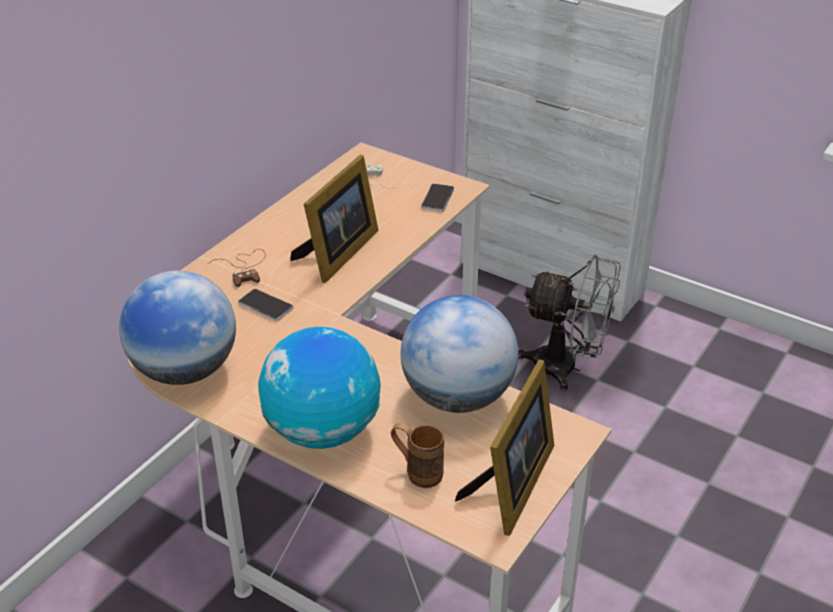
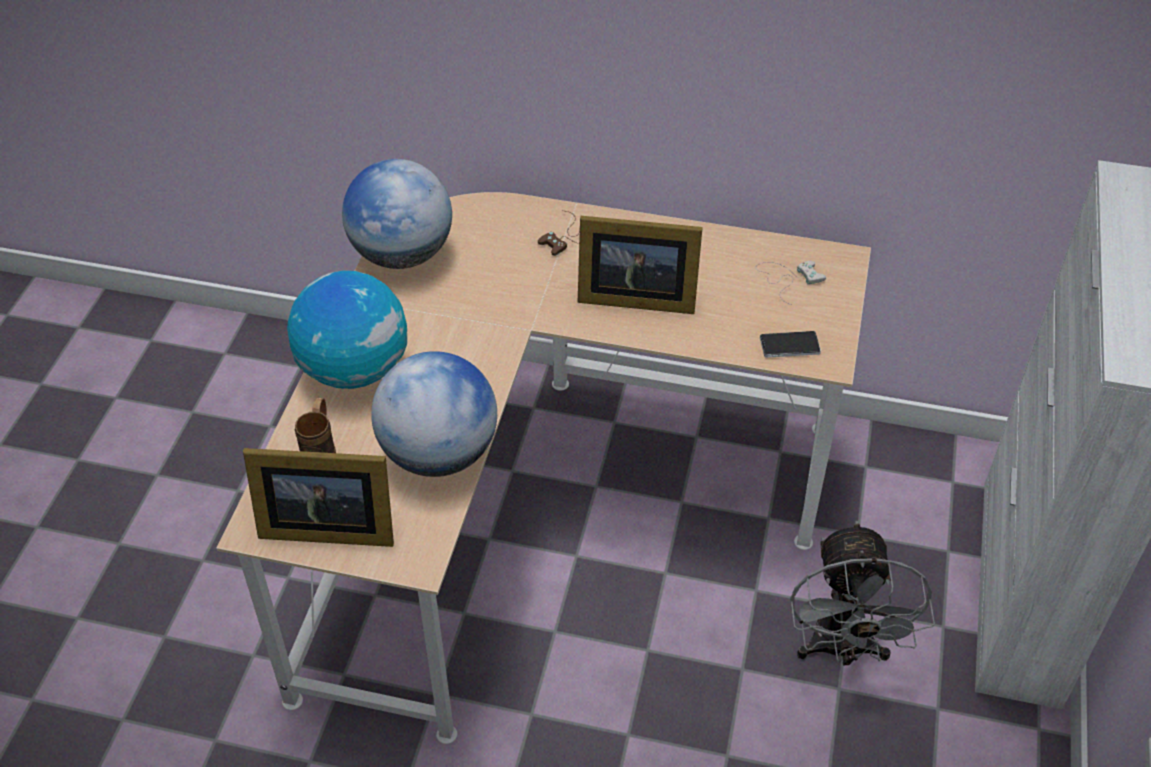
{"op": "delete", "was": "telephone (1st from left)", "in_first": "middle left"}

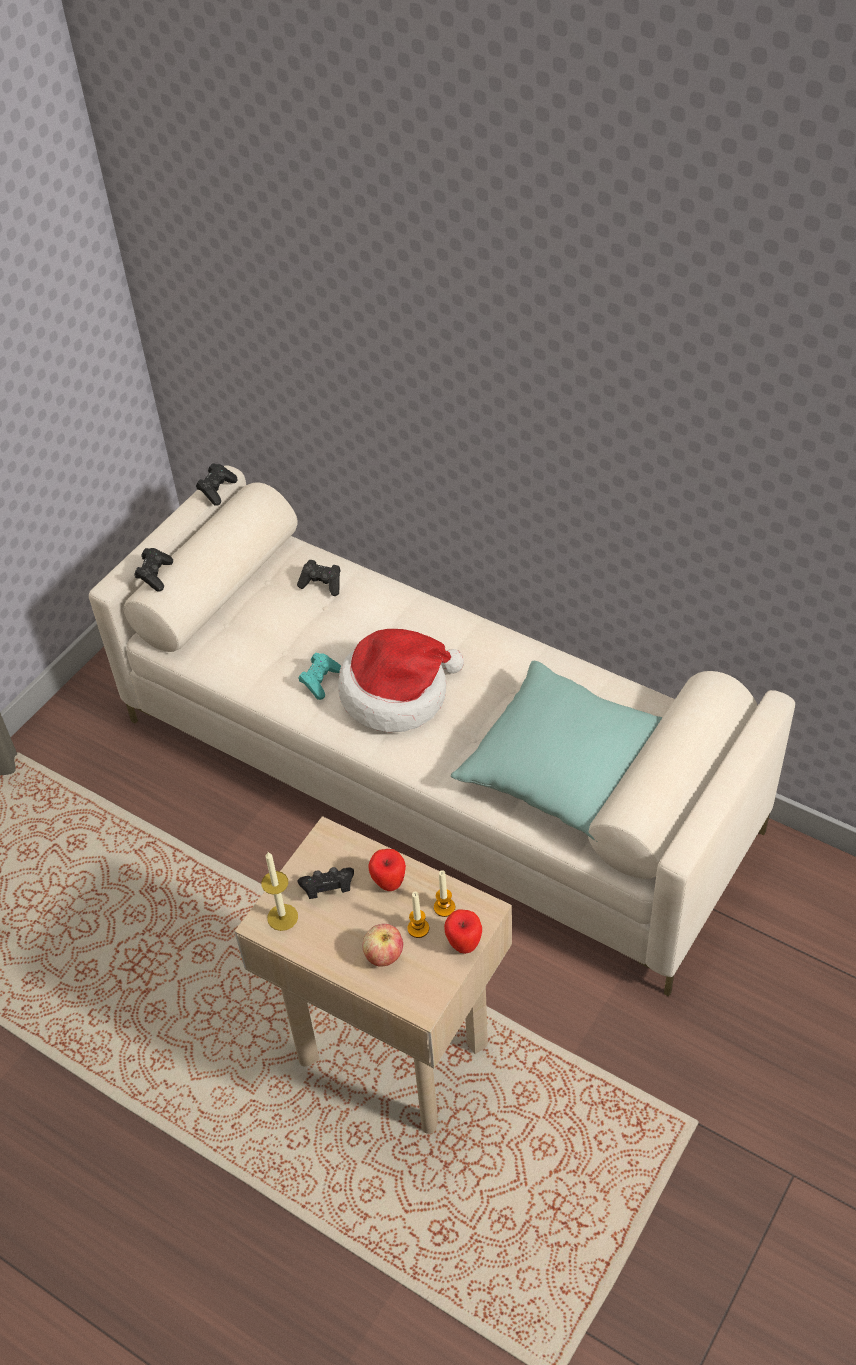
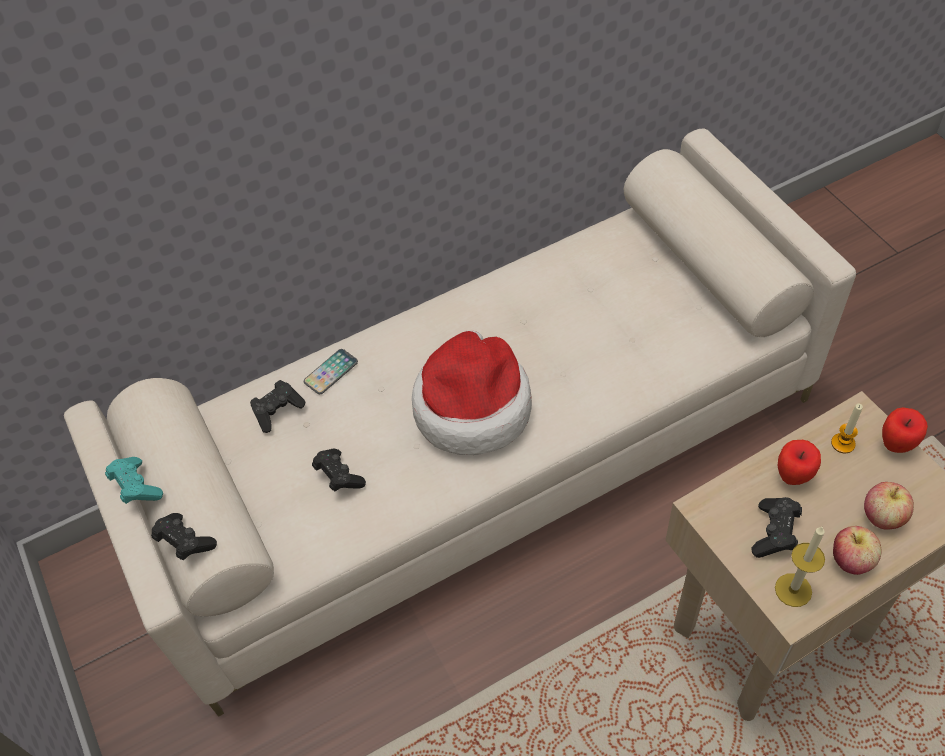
{"op": "move", "was": "blue-green joypad", "in_first": "centre", "in_second": "middle left"}
{"op": "insert", "now": "telephone", "in_second": "centre"}
{"op": "move", "was": "blackish joypad (2nd from left in the first image)", "now": "blackish joypad (3rd from left)", "in_first": "middle left", "in_second": "centre"}
{"op": "insert", "now": "apple (2nd from left)", "in_second": "bottom right"}
{"op": "delete", "was": "wax candle (2nd from left)", "in_first": "bottom centre"}
{"op": "delete", "was": "blue-green cushion", "in_first": "centre"}

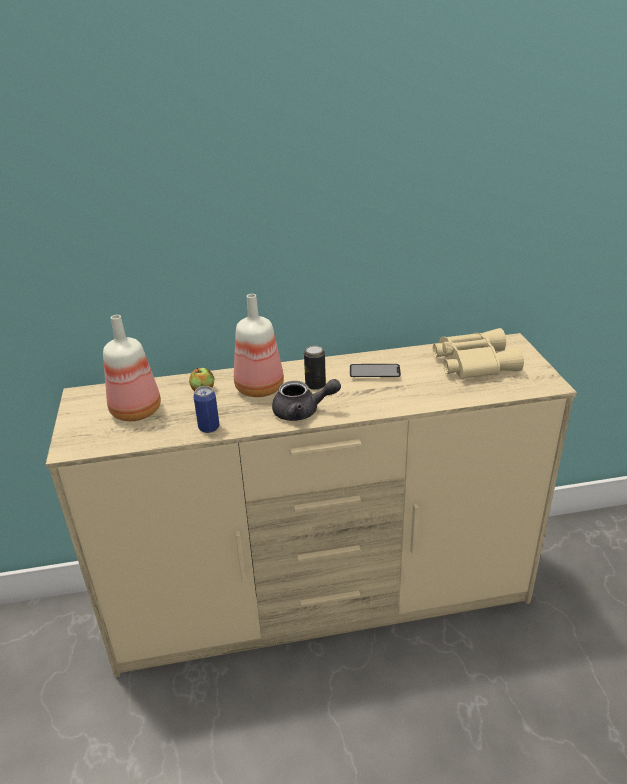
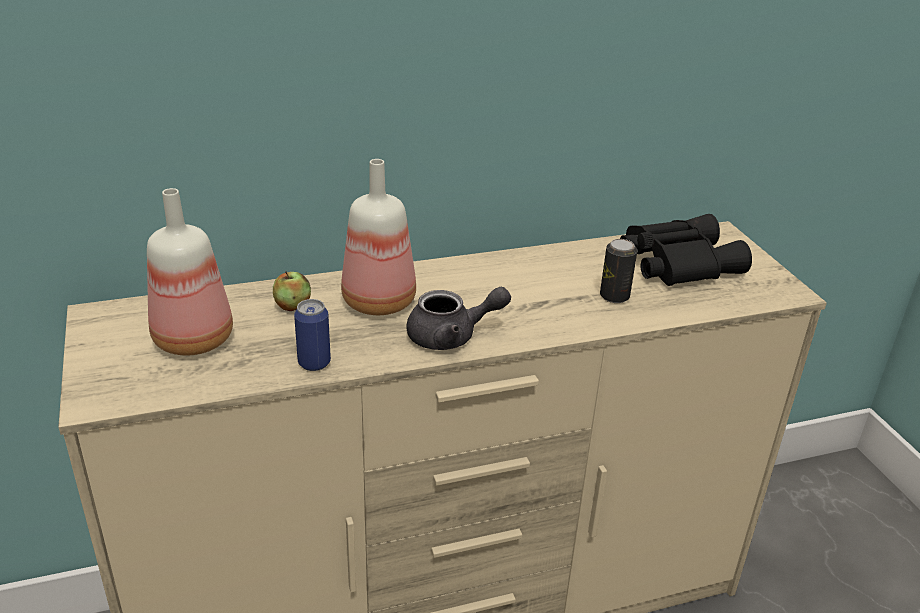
{"op": "move", "was": "can (2nd from left)", "in_first": "centre", "in_second": "middle right"}
{"op": "recolor", "was": "beige field glasses", "now": "blackish field glasses", "in_first": "middle right", "in_second": "middle right"}
{"op": "delete", "was": "telephone", "in_first": "centre"}

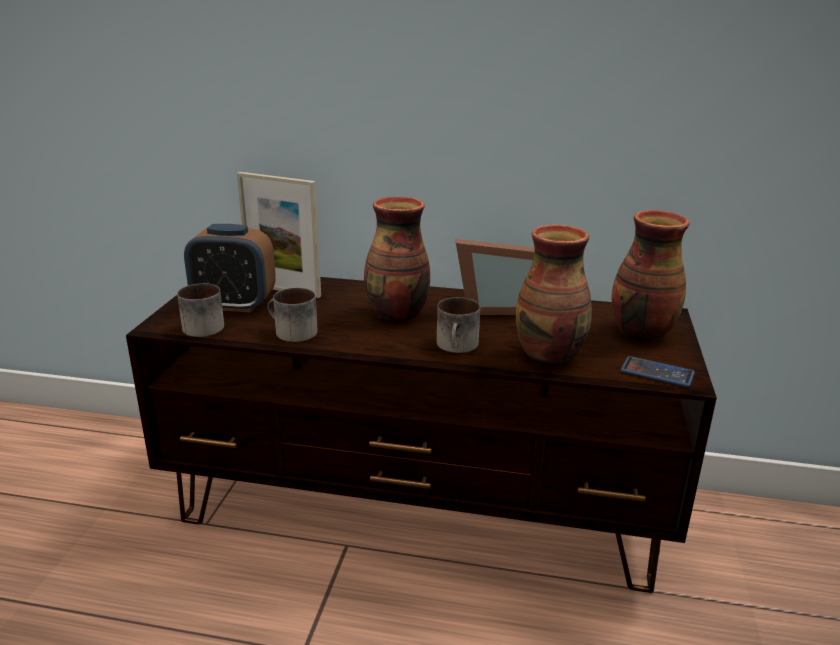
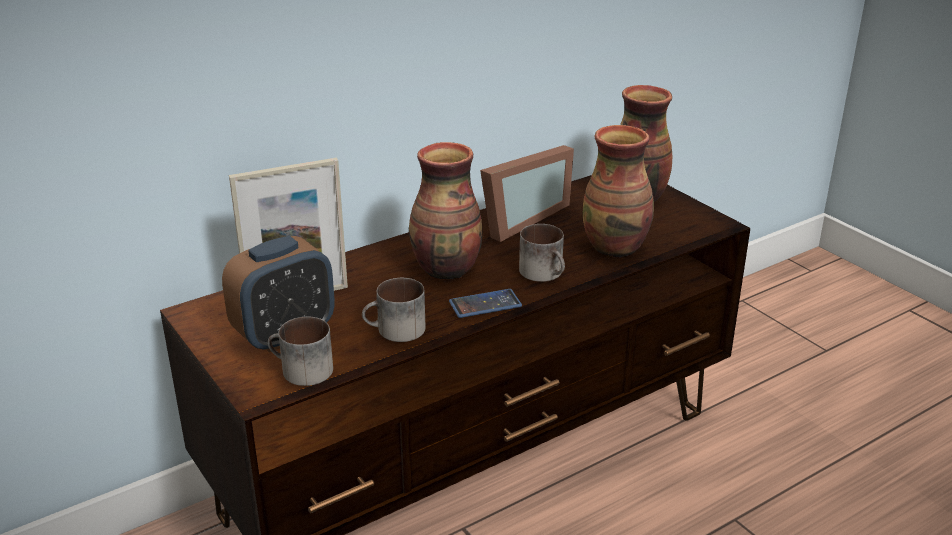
{"op": "move", "was": "telephone", "in_first": "middle right", "in_second": "centre"}

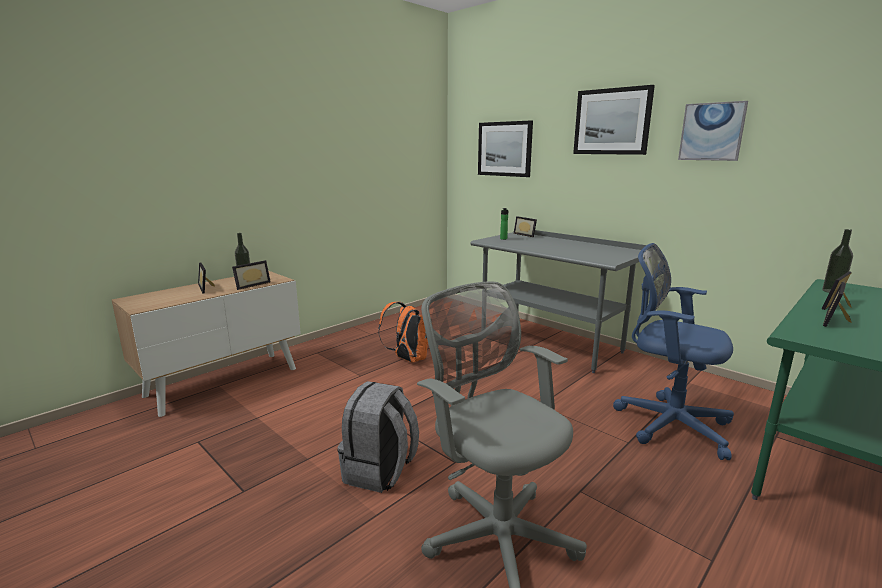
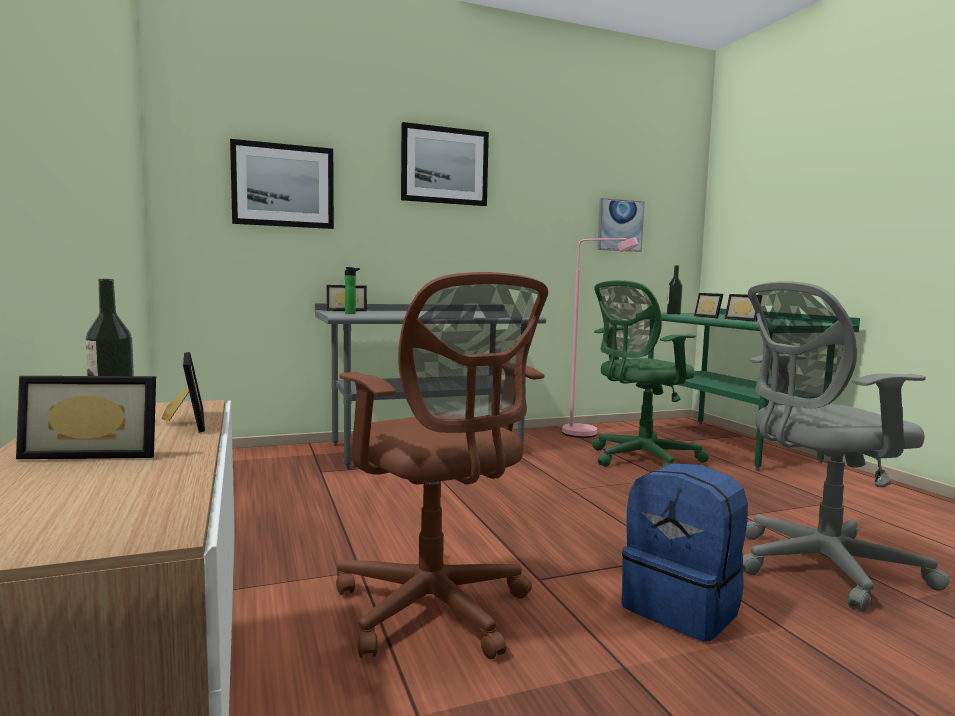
{"op": "insert", "now": "brown-coloured office chair", "in_second": "centre"}
{"op": "insert", "now": "pink floor lamp", "in_second": "centre"}
{"op": "recolor", "was": "bluish office chair", "now": "greenish office chair", "in_first": "middle right", "in_second": "middle right"}
{"op": "move", "was": "wall art (3rd from left)", "in_first": "top right", "in_second": "top centre"}
{"op": "recolor", "was": "gray backpack", "now": "bluish backpack", "in_first": "bottom centre", "in_second": "bottom right"}
{"op": "delete", "was": "orange-coloured backpack", "in_first": "centre"}

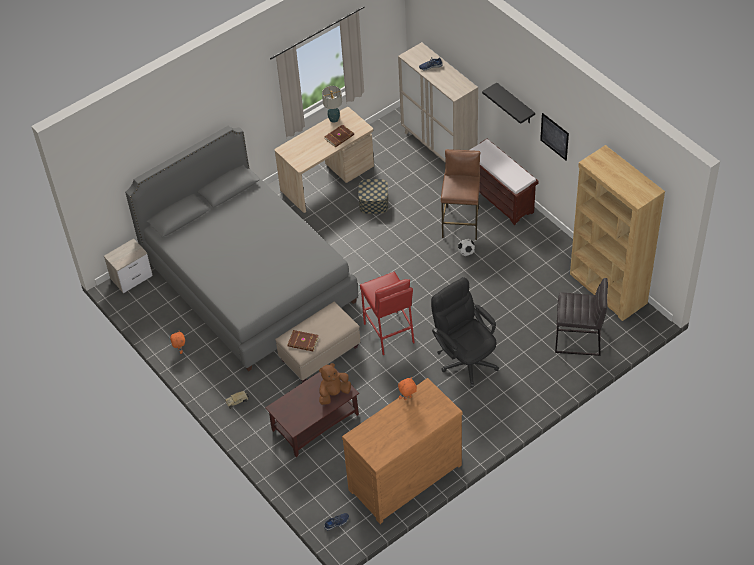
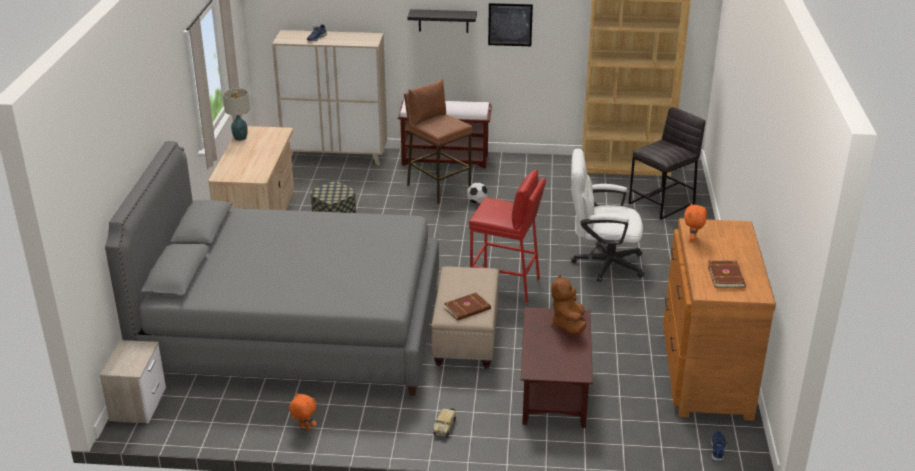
{"op": "recolor", "was": "blackish office chair", "now": "white office chair", "in_first": "centre", "in_second": "centre"}
{"op": "move", "was": "brown-coloured volume (2nd from left)", "in_first": "top centre", "in_second": "middle right"}

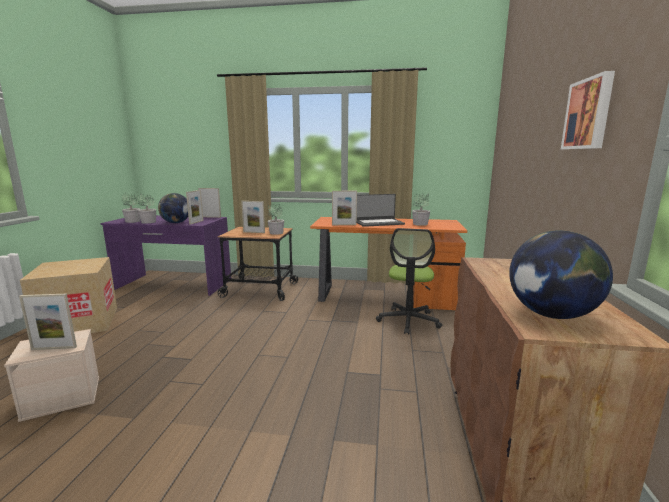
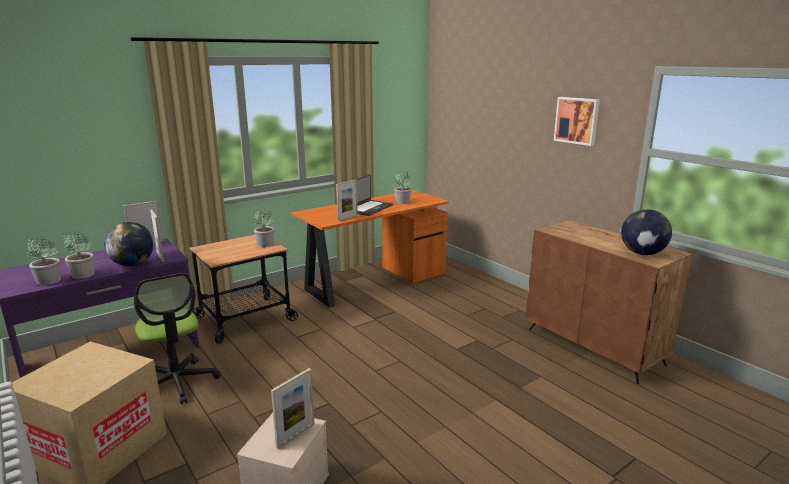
{"op": "move", "was": "office chair", "in_first": "centre", "in_second": "bottom left"}
{"op": "delete", "was": "standing frame (4th from left)", "in_first": "centre"}

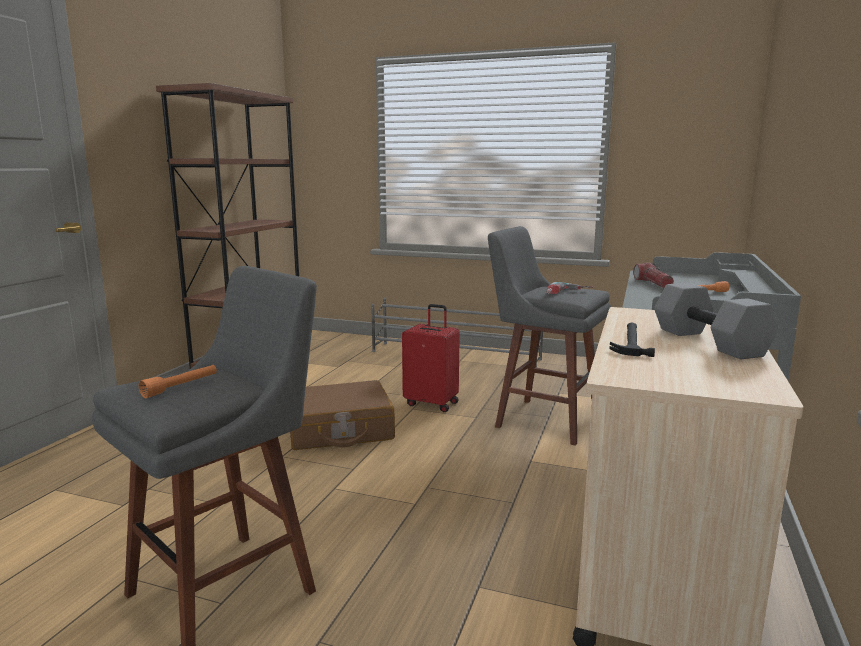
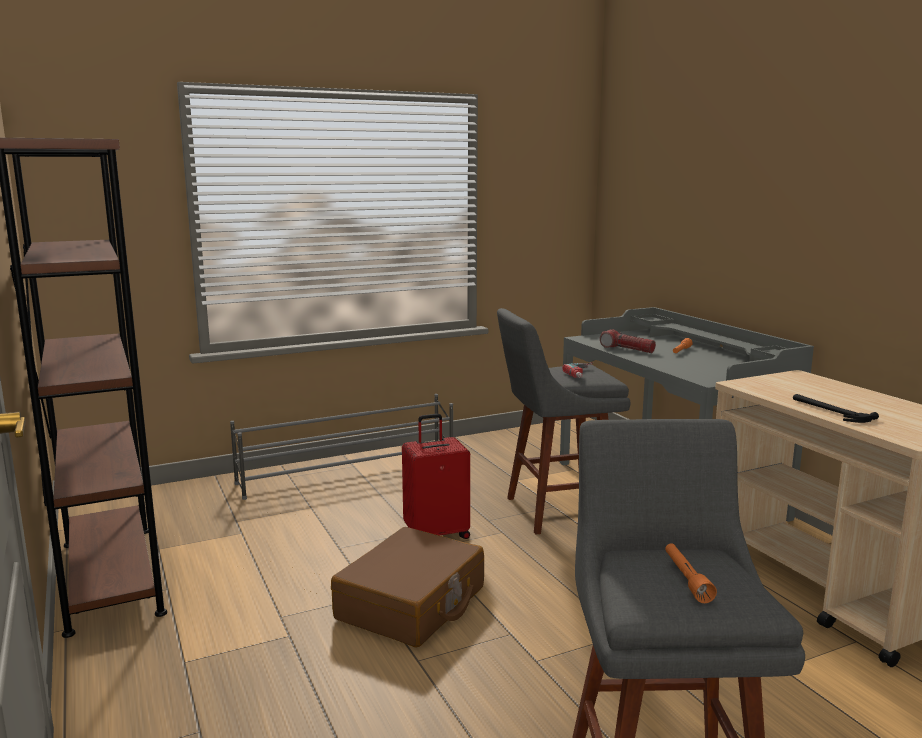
{"op": "delete", "was": "gray dumbbell", "in_first": "middle right"}

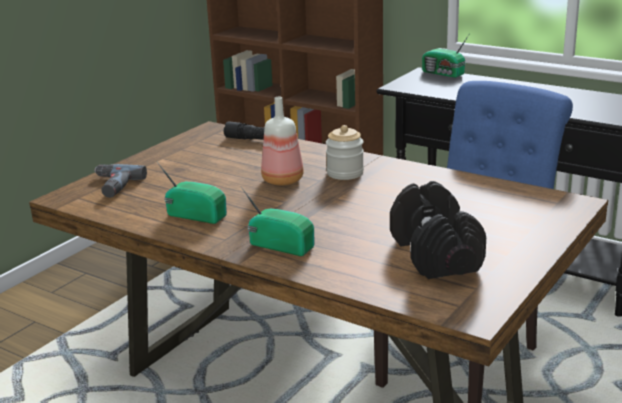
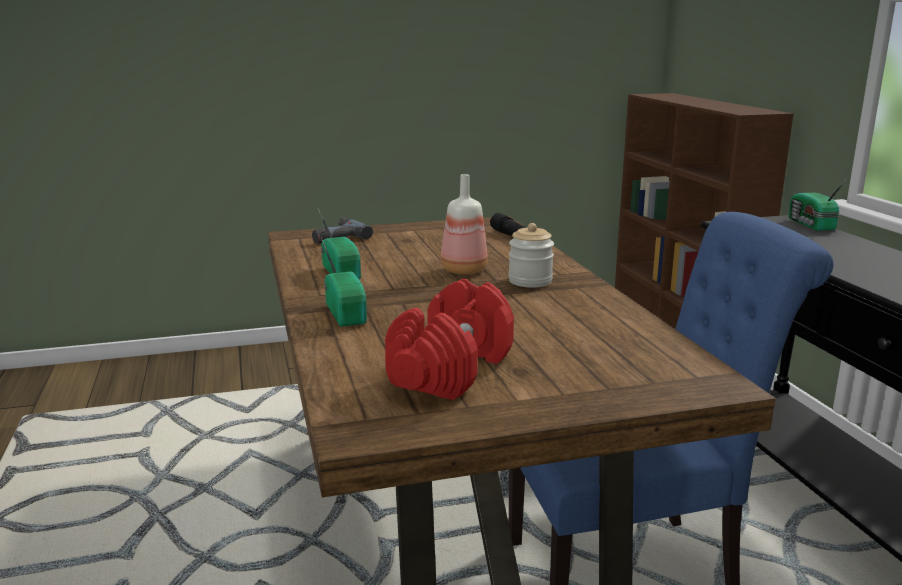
{"op": "recolor", "was": "blackish dumbbell", "now": "reddish dumbbell", "in_first": "middle right", "in_second": "centre"}

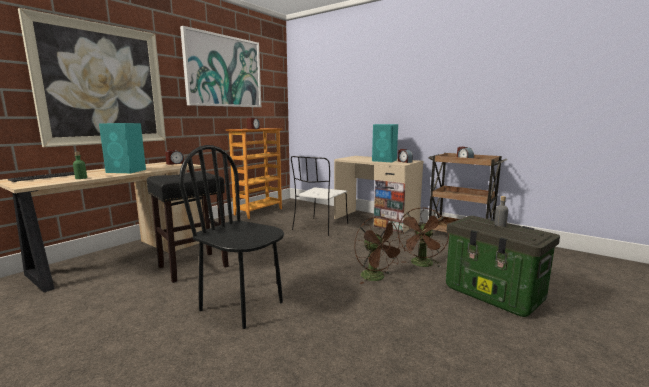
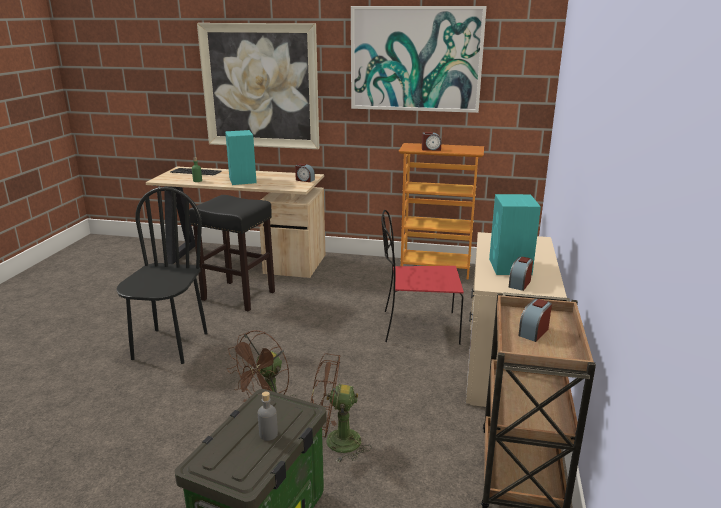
{"op": "recolor", "was": "white chair", "now": "reddish chair", "in_first": "centre", "in_second": "centre"}

